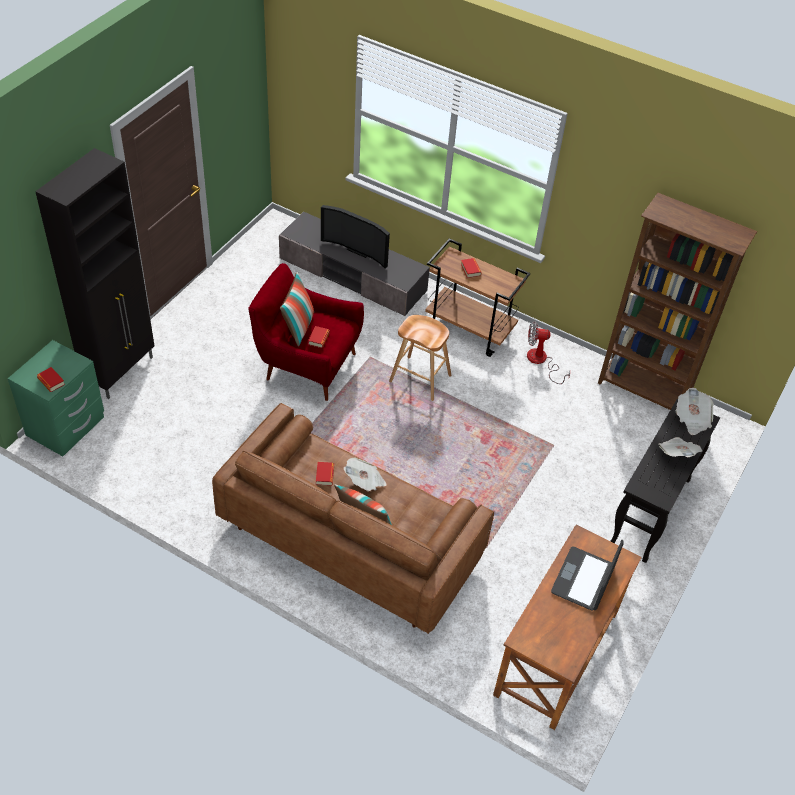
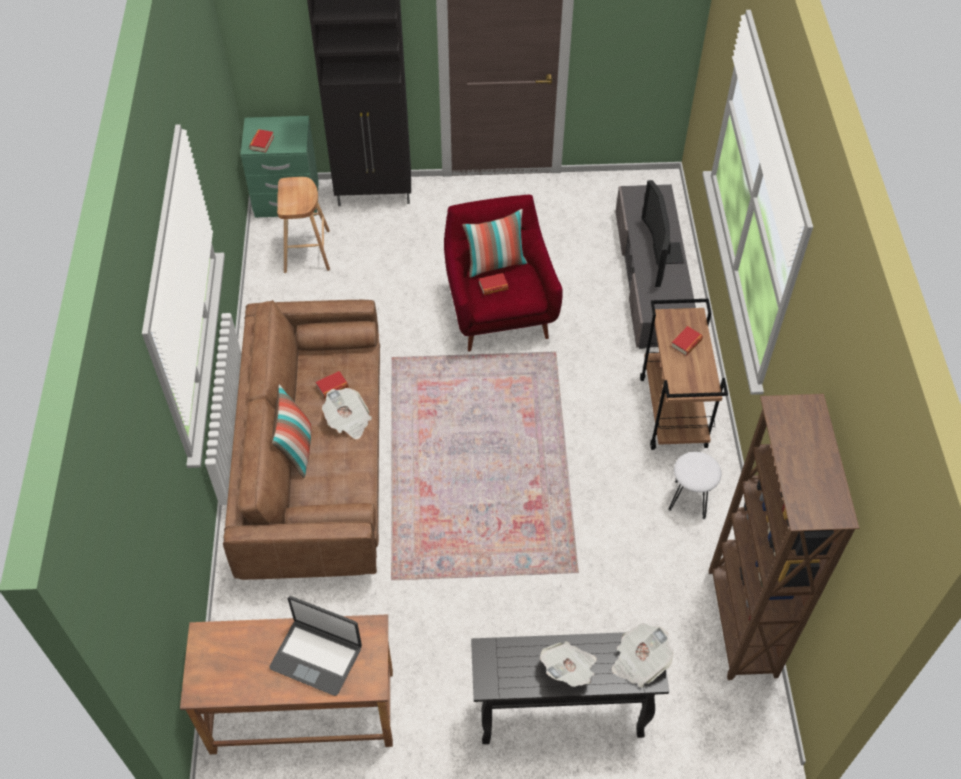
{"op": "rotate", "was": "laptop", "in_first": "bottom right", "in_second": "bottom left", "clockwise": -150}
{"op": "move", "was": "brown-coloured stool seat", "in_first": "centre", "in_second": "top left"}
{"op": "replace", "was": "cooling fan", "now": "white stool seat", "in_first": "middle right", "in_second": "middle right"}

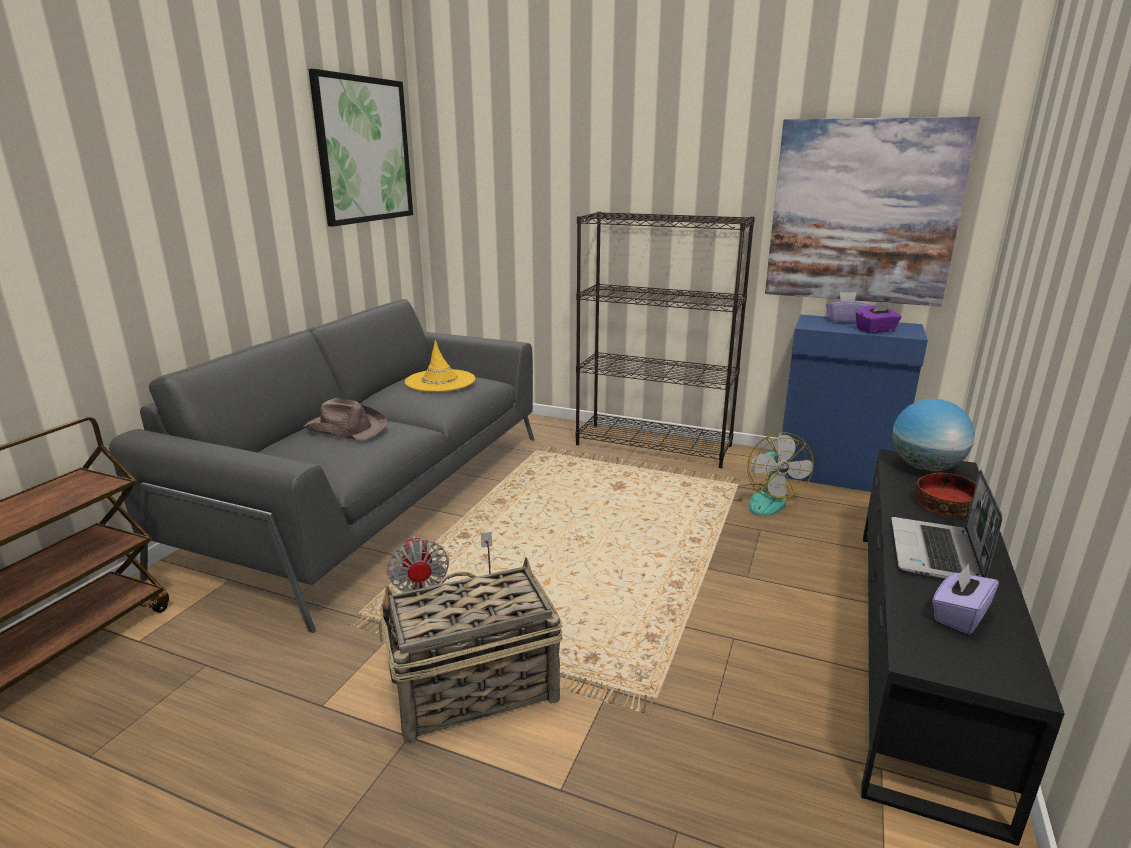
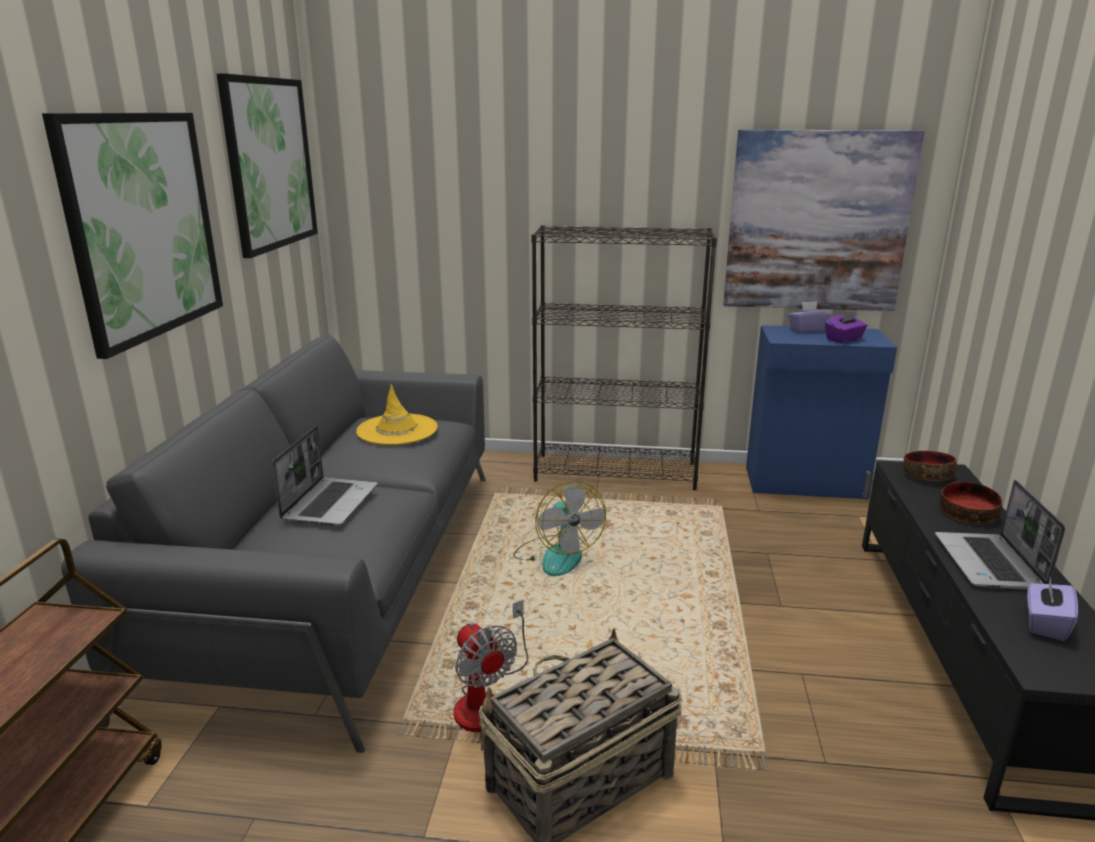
{"op": "insert", "now": "wall art (1st from left)", "in_second": "top left"}
{"op": "replace", "was": "brown-coloured clothing hat", "now": "laptop (1st from left)", "in_first": "middle left", "in_second": "middle left"}
{"op": "move", "was": "cooling fan (2nd from left)", "in_first": "middle right", "in_second": "centre"}
{"op": "replace", "was": "globe", "now": "serving bowl (1st from left)", "in_first": "middle right", "in_second": "middle right"}

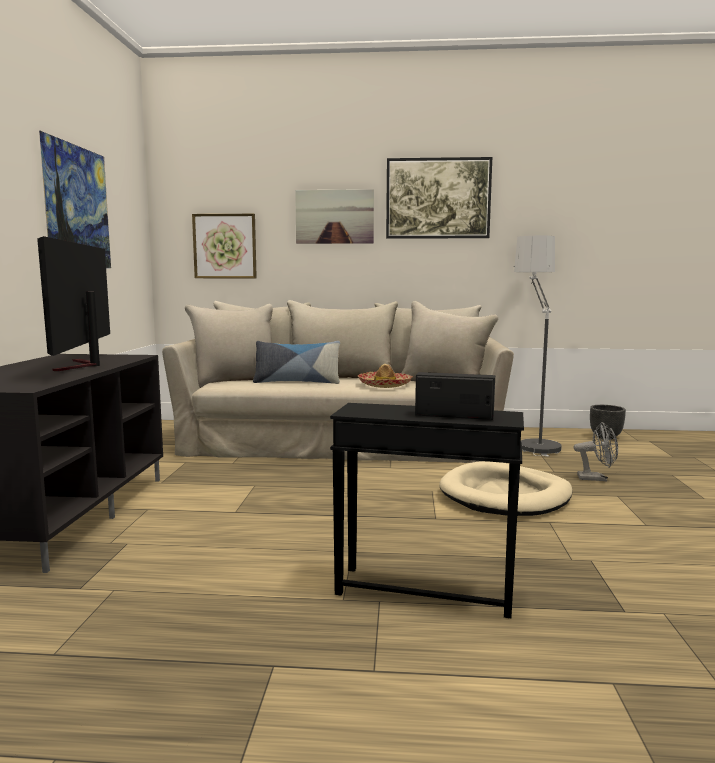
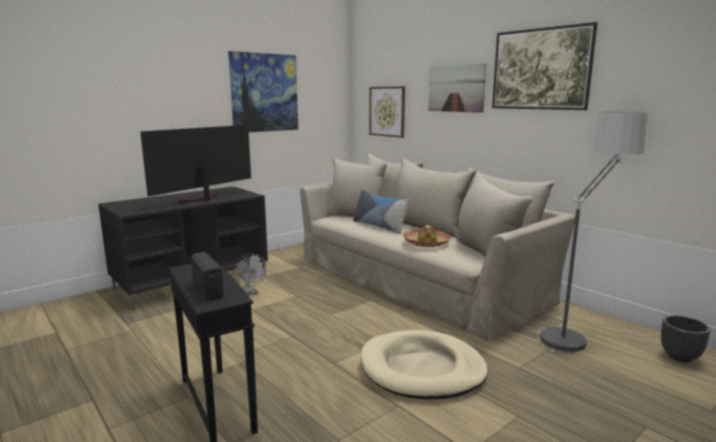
{"op": "move", "was": "gray cooling fan", "in_first": "middle right", "in_second": "centre"}

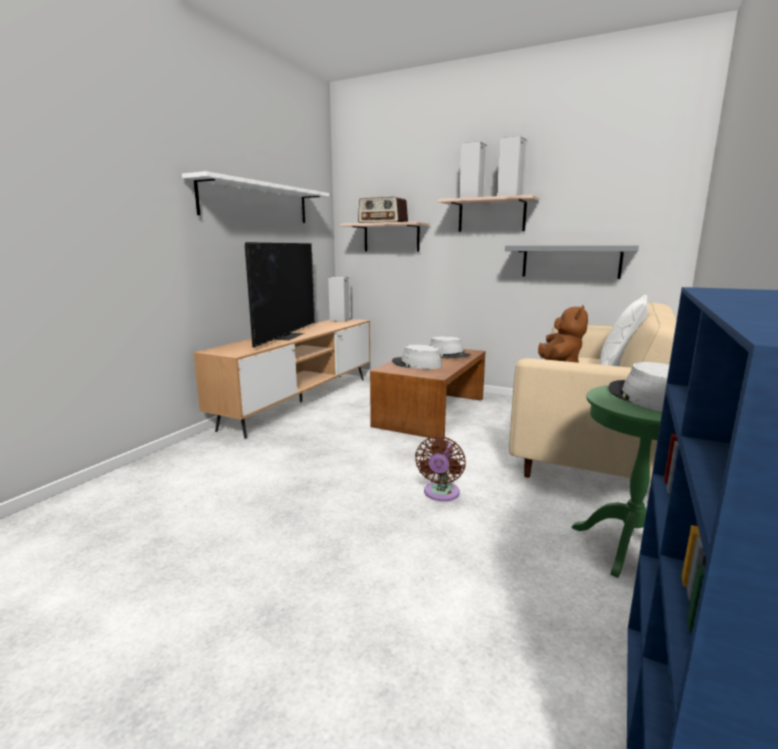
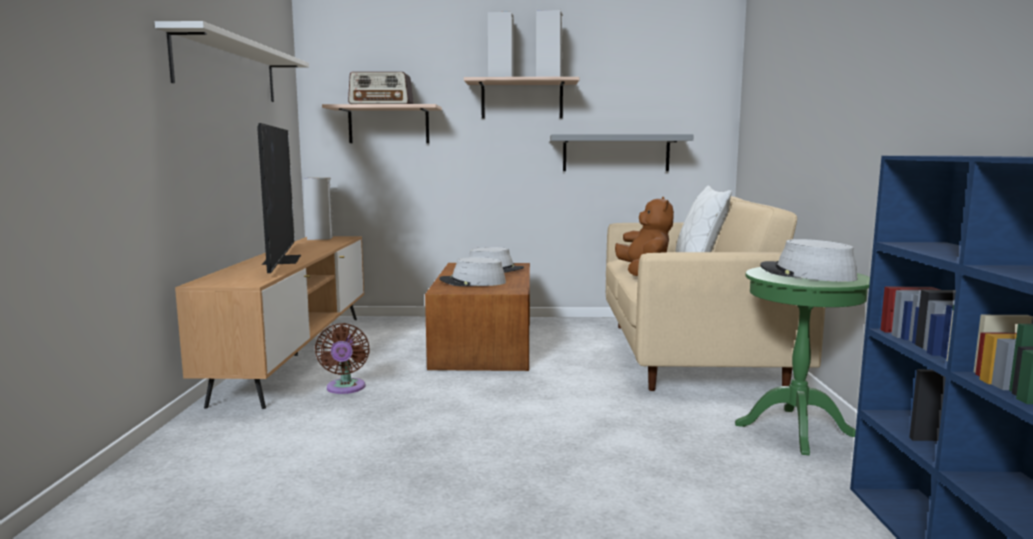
{"op": "move", "was": "brown-coloured cooling fan", "in_first": "centre", "in_second": "middle left"}

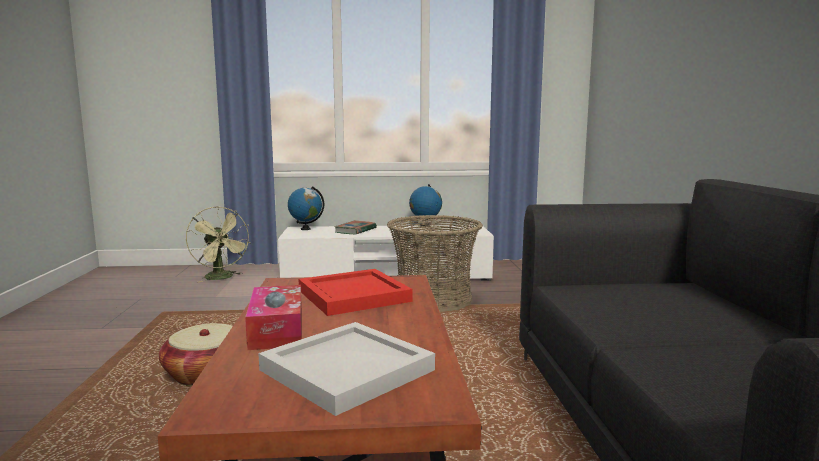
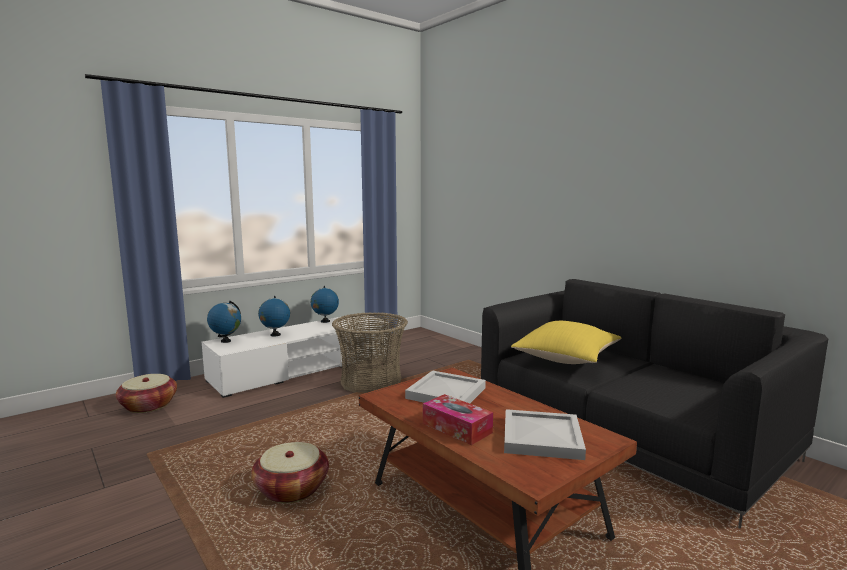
{"op": "replace", "was": "greenish cooling fan", "now": "household basket (1st from left)", "in_first": "middle left", "in_second": "bottom left"}
{"op": "replace", "was": "volume", "now": "globe (2nd from left)", "in_first": "centre", "in_second": "middle left"}
{"op": "recolor", "was": "reddish carrying tray", "now": "white carrying tray (1st from left)", "in_first": "centre", "in_second": "bottom centre"}
{"op": "insert", "now": "yellowish cushion", "in_second": "middle right"}

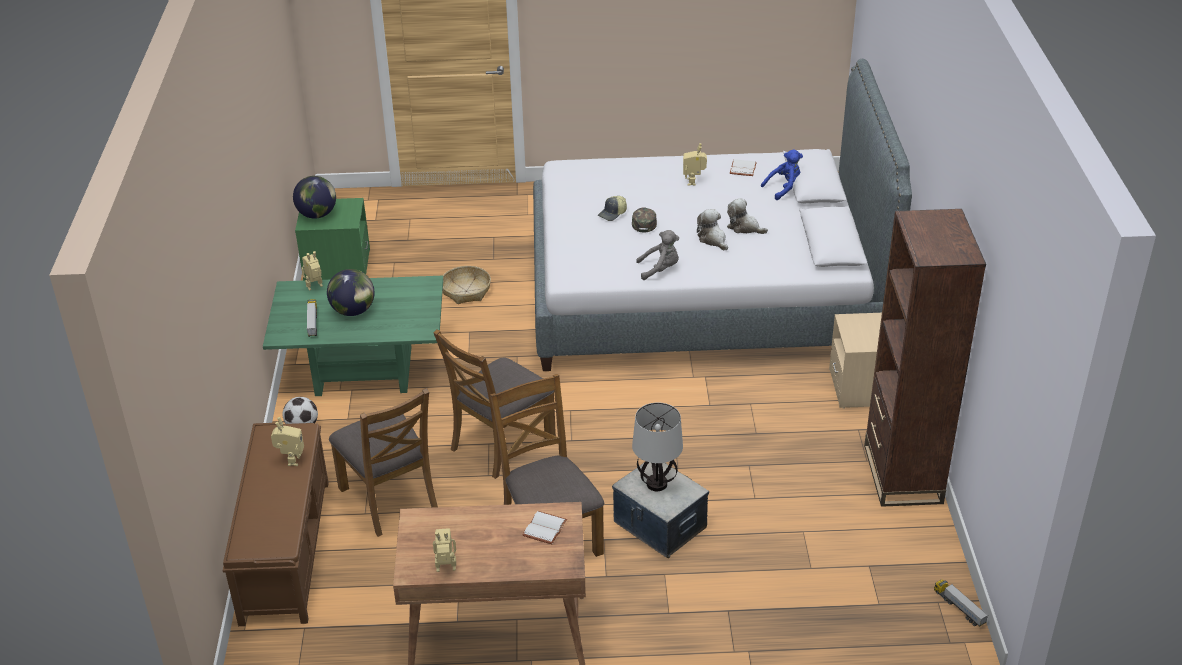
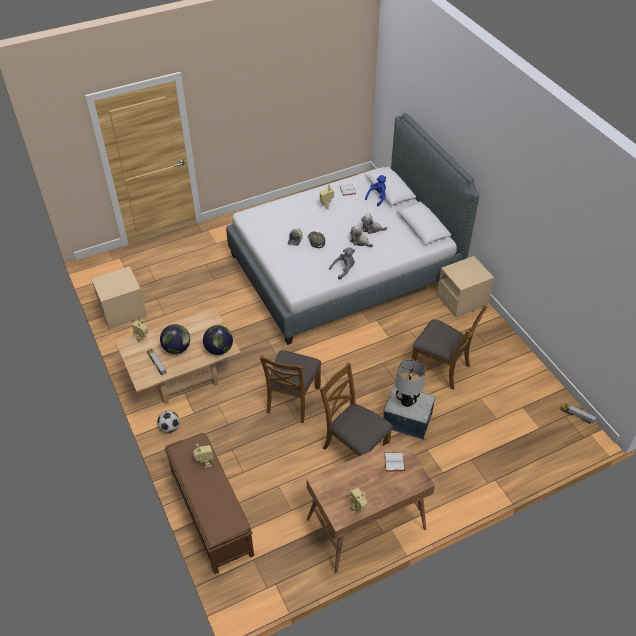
{"op": "recolor", "was": "greenish nightstand", "now": "beige nightstand (1st from left)", "in_first": "middle left", "in_second": "middle left"}
{"op": "recolor", "was": "greenish coffee table", "now": "beige coffee table", "in_first": "middle left", "in_second": "middle left"}
{"op": "move", "was": "globe (1st from left in the first image)", "now": "globe (2nd from left)", "in_first": "top left", "in_second": "centre"}
{"op": "move", "was": "brown-coloured chair (1st from left in the first image)", "now": "brown-coloured chair (3rd from left)", "in_first": "bottom left", "in_second": "middle right"}
{"op": "delete", "was": "household basket", "in_first": "centre"}
{"op": "delete", "was": "brown-coloured bookcase", "in_first": "middle right"}

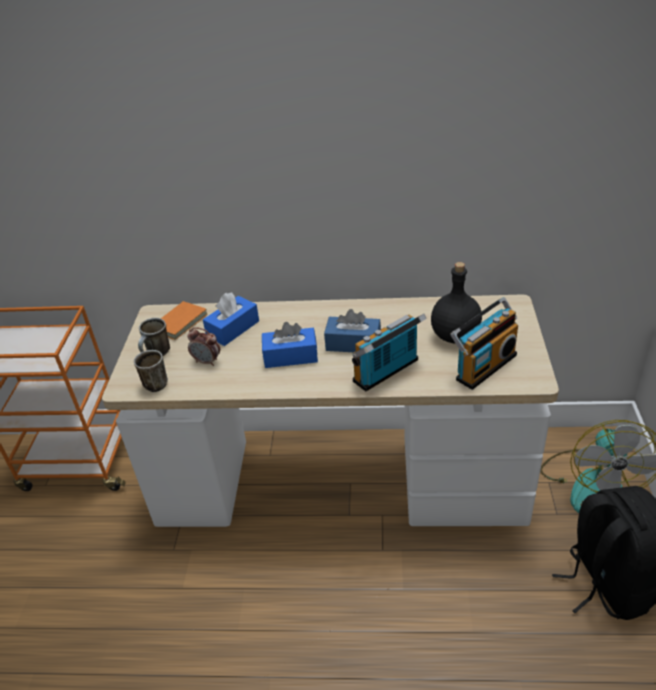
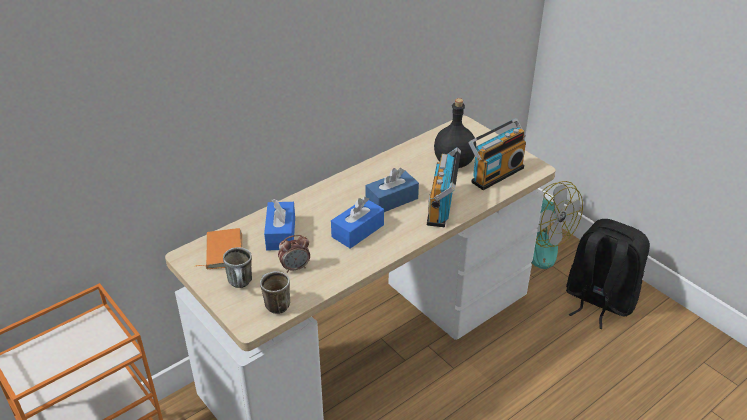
{"op": "rotate", "was": "radio set (2nd from left)", "in_first": "middle right", "in_second": "centre", "clockwise": 45}

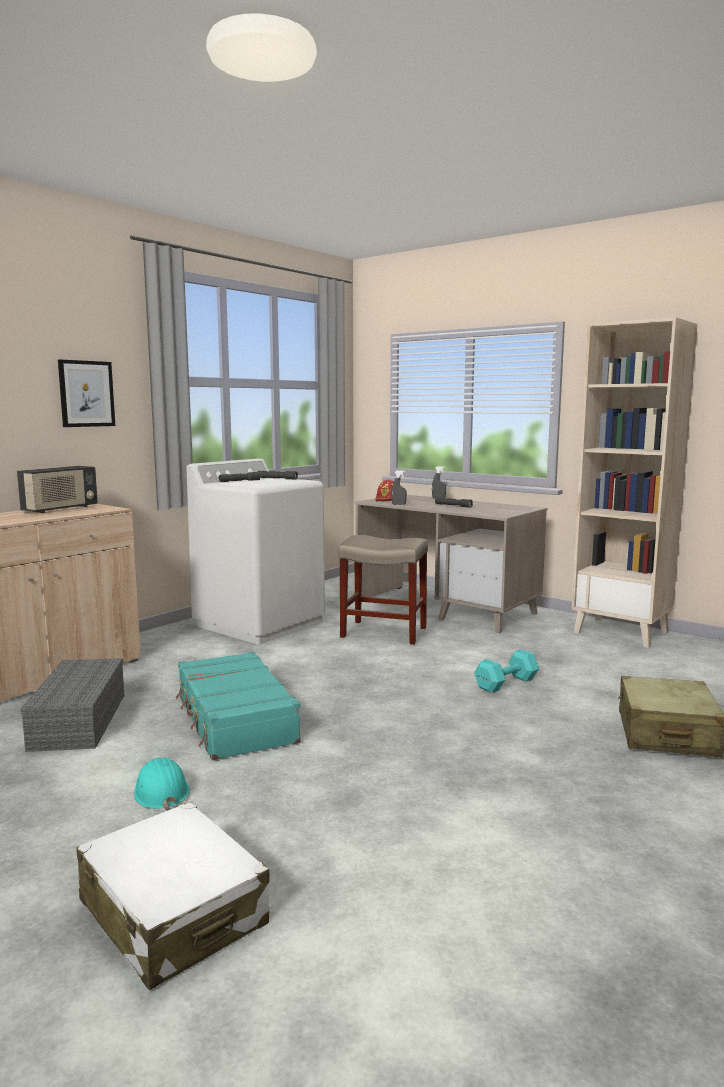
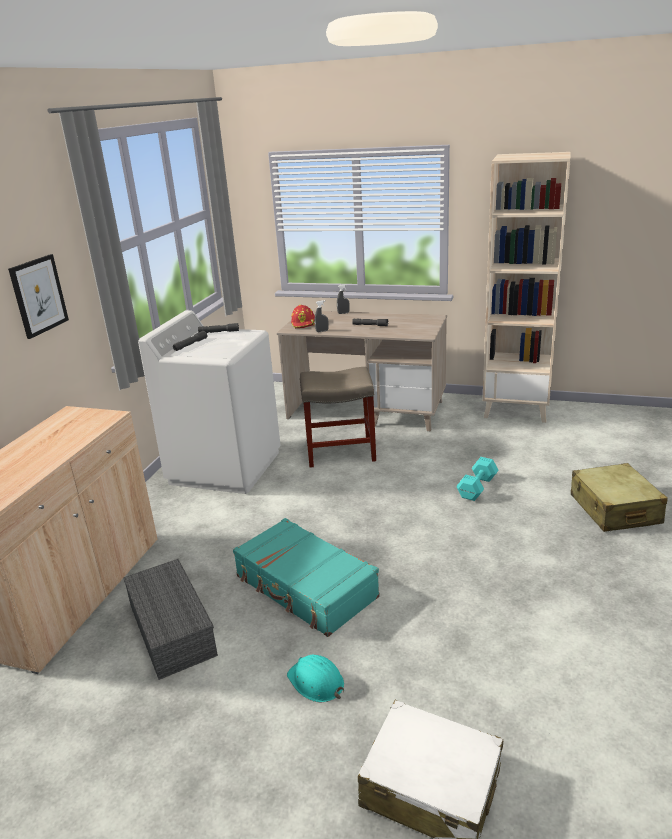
{"op": "delete", "was": "radio set", "in_first": "middle left"}

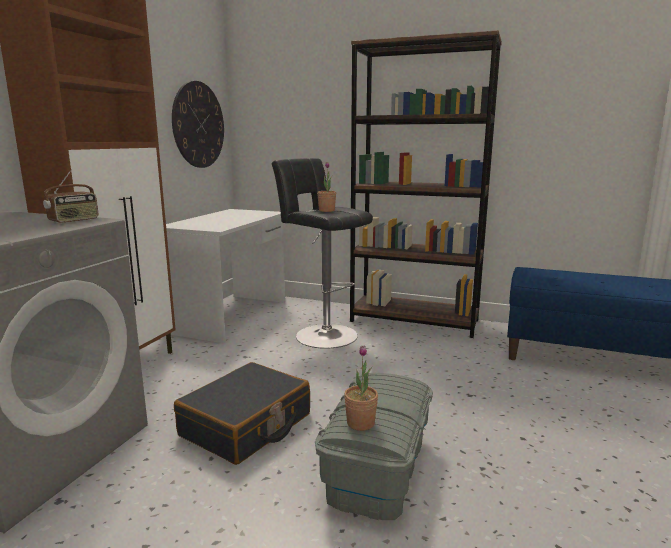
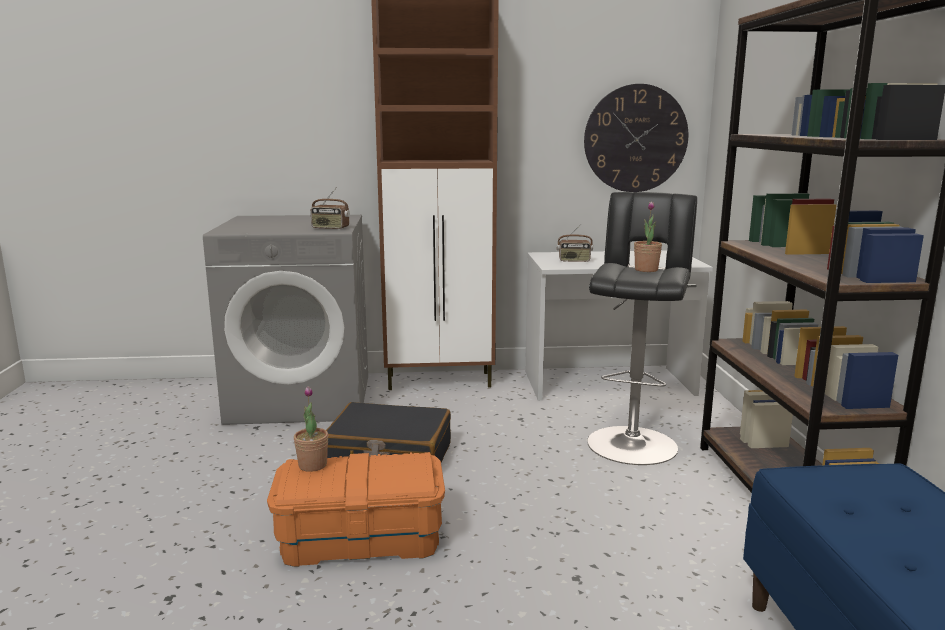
{"op": "recolor", "was": "gray storage container", "now": "orange-coloured storage container", "in_first": "bottom centre", "in_second": "bottom centre"}
{"op": "insert", "now": "radio set (2nd from left)", "in_second": "centre"}

